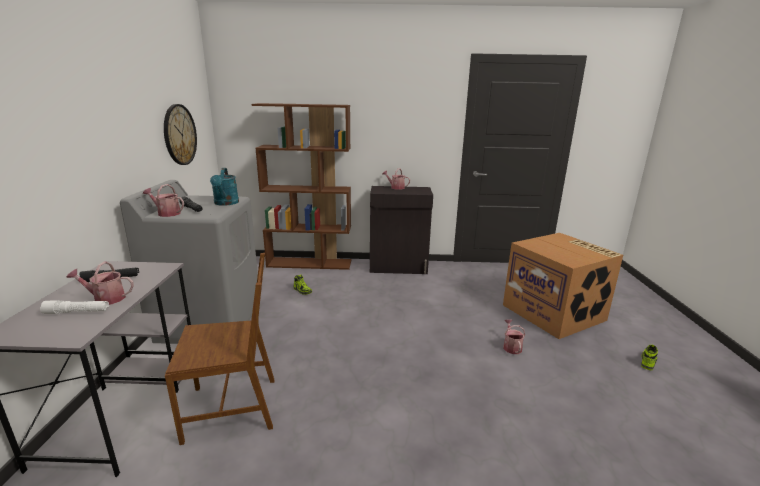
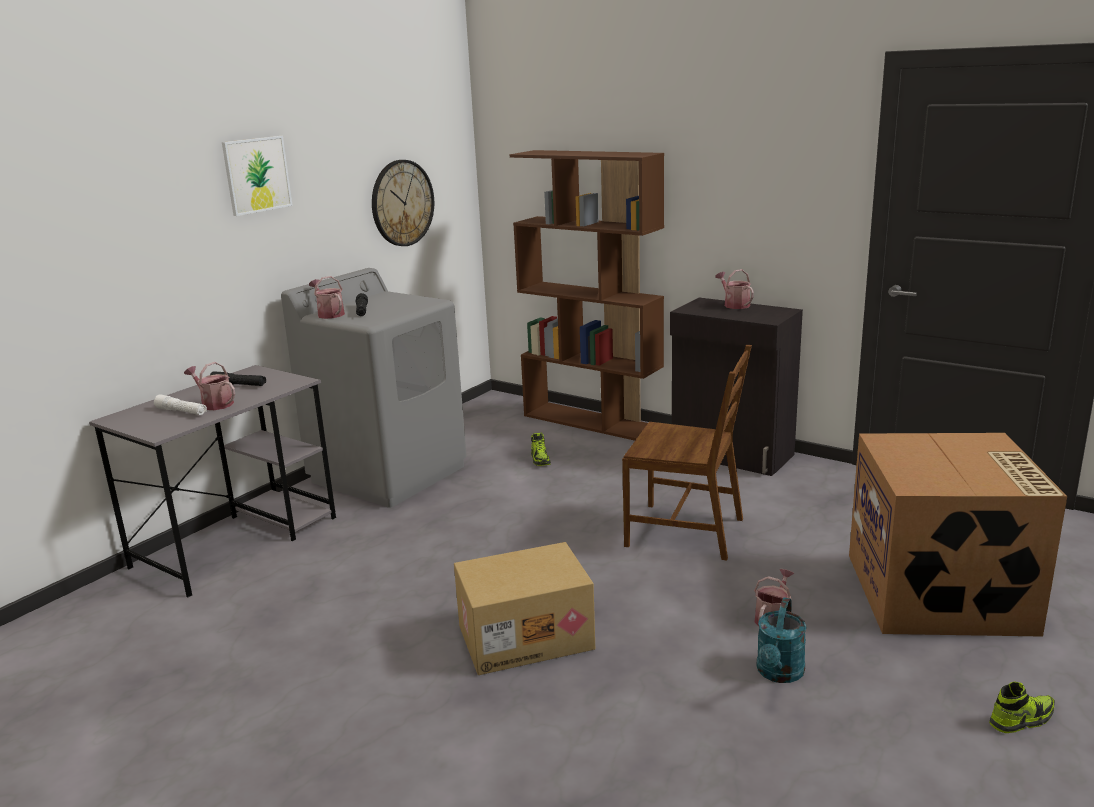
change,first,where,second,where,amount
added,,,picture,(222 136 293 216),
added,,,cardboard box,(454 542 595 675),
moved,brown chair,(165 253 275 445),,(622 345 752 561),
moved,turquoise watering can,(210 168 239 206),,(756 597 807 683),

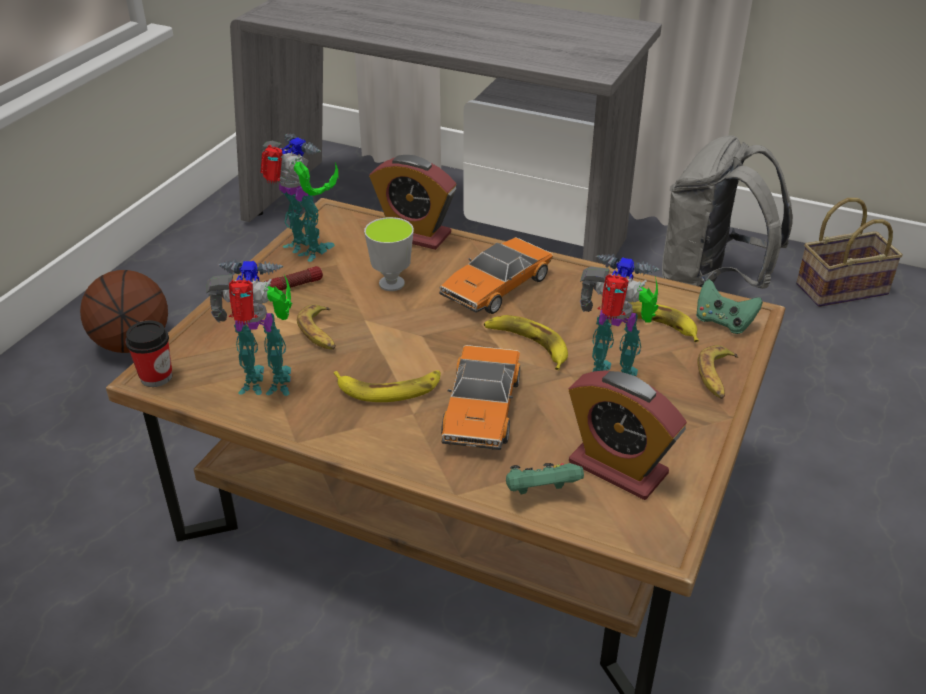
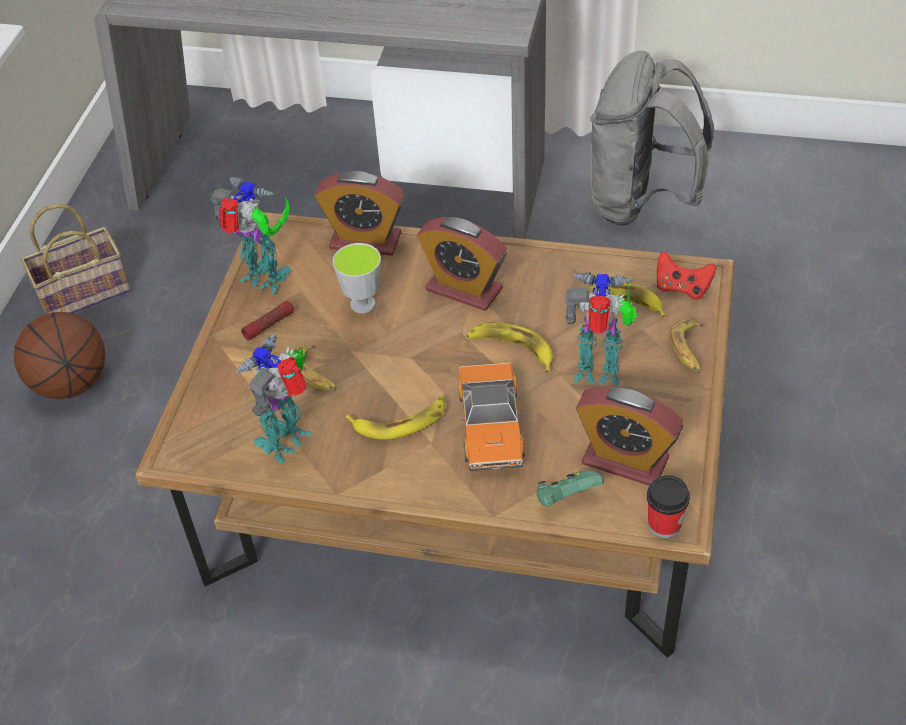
change,first,where,second,where,amount
moved,cup,(125 320 172 387),,(647 475 690 538),
moved,basket,(796 198 903 307),,(21 204 131 314),
replaced,toy car,(439 237 553 314),alarm clock,(417 217 507 311),
recoloured,green game controller,(696 279 763 334),red game controller,(656 251 716 300),
turned,toy robot,(206 259 292 396),,(236 334 312 464),45 degrees counterclockwise

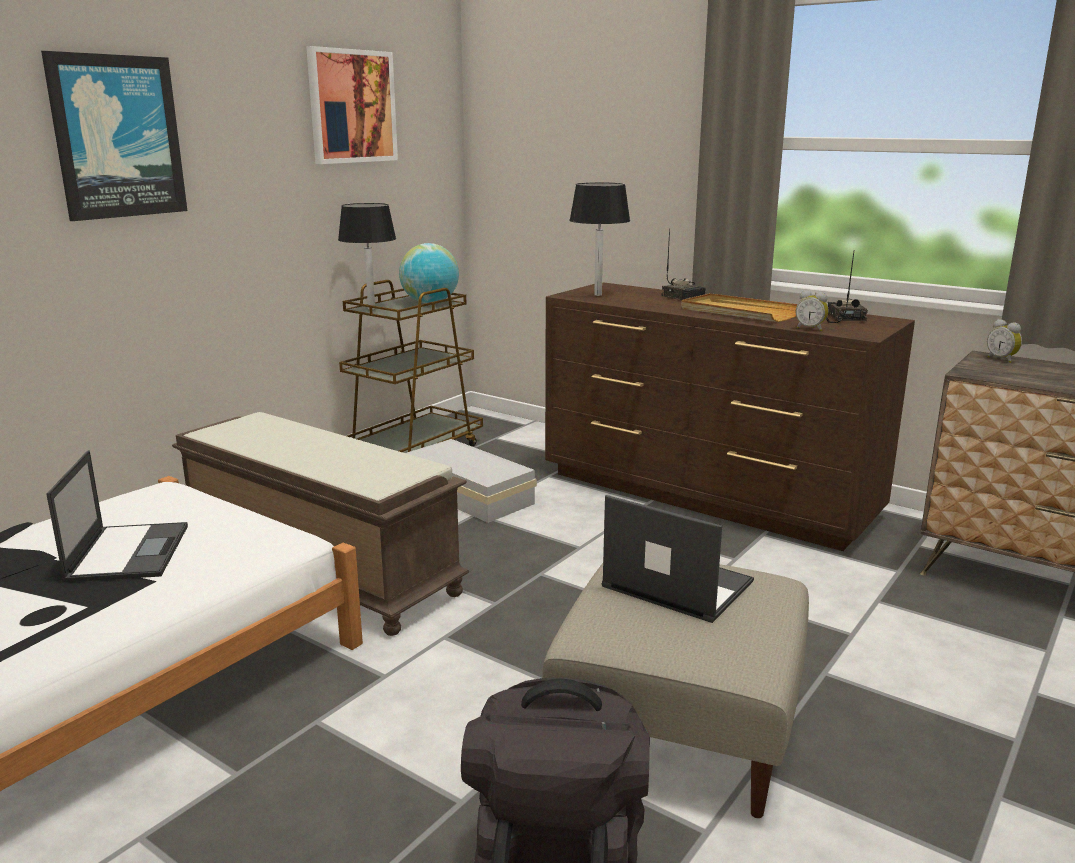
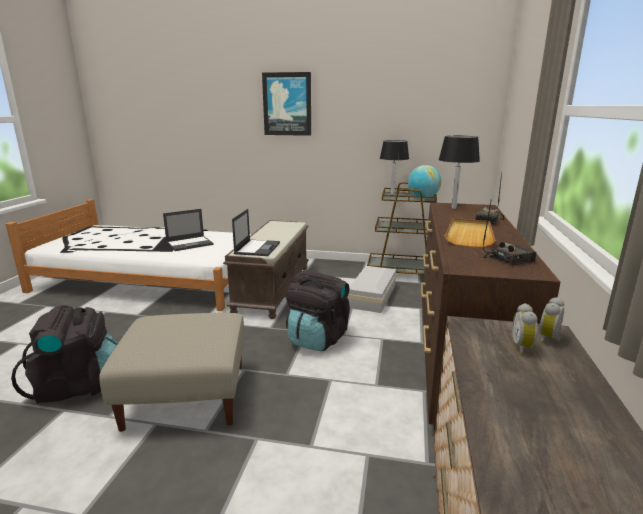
change,first,where,second,where,amount
removed,picture,(306 46 398 164),,,
added,,,black backpack,(286 270 350 351),
moved,laptop,(602 495 754 623),,(232 209 280 256),
moved,alarm clock,(796 290 829 332),,(512 303 538 355),

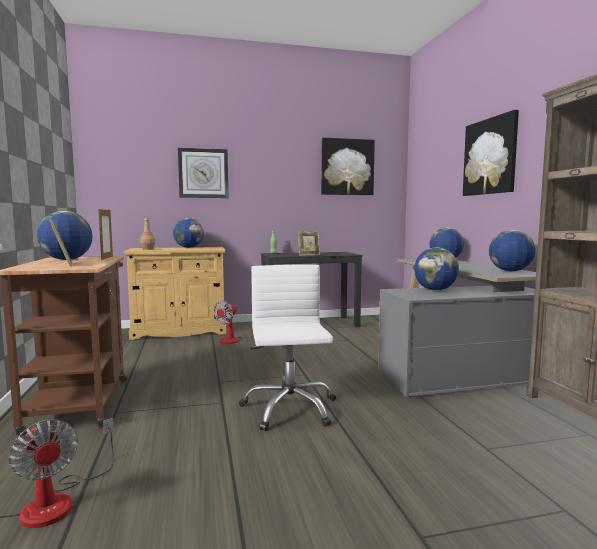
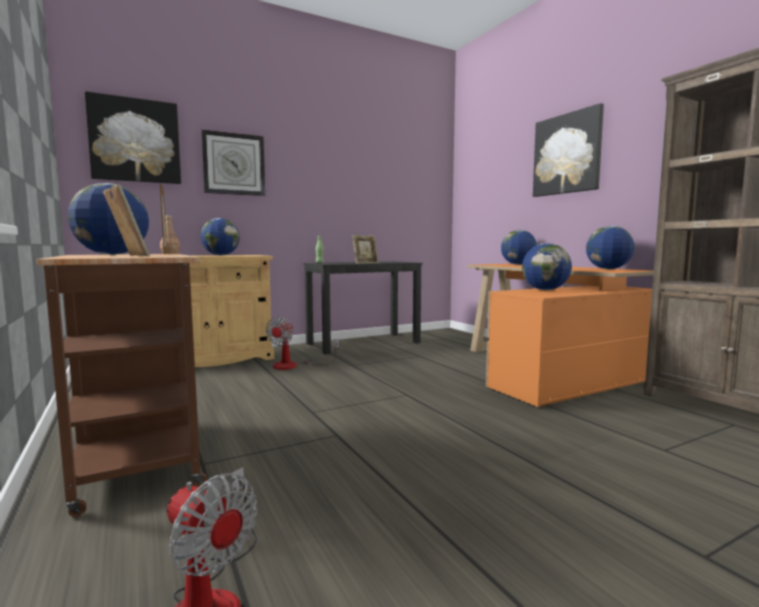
change,first,where,second,where,amount
removed,white office chair,(239 265 336 431),,,
moved,picture,(321 138 375 195),,(85 91 181 184),
recoloured,grey desk,(378 258 536 397),orange desk,(467 264 654 407),

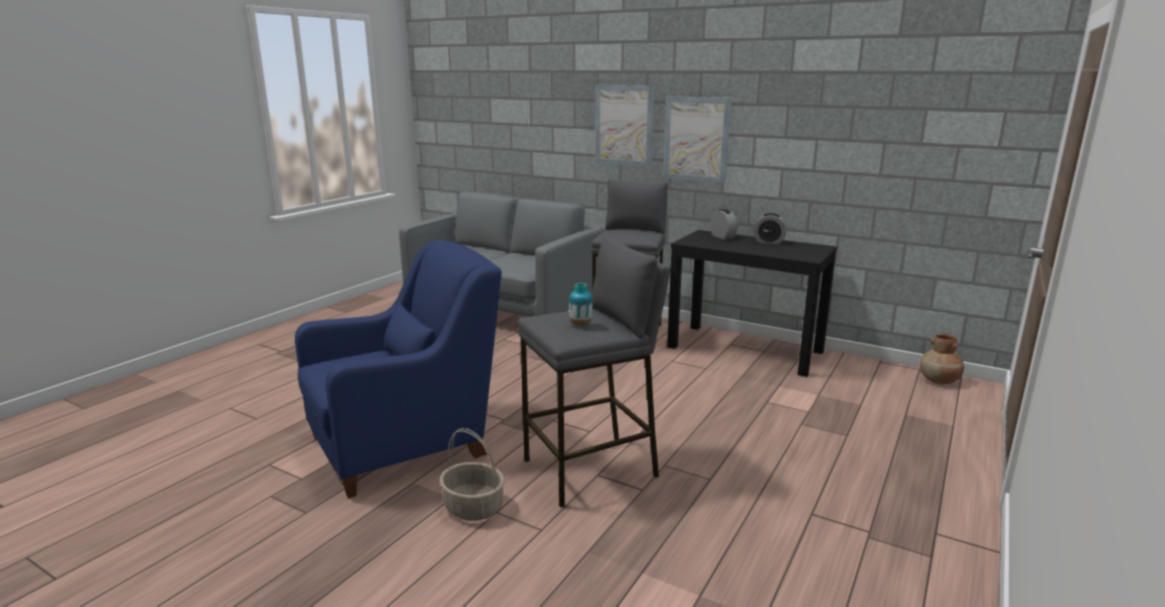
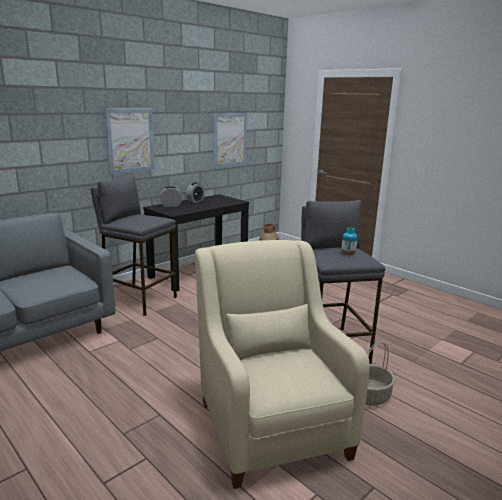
change,first,where,second,where,amount
moved,picture,(595 85 654 167),,(213 113 247 168),
recoloured,blue armchair,(295 240 502 498),beige armchair,(195 240 370 489),

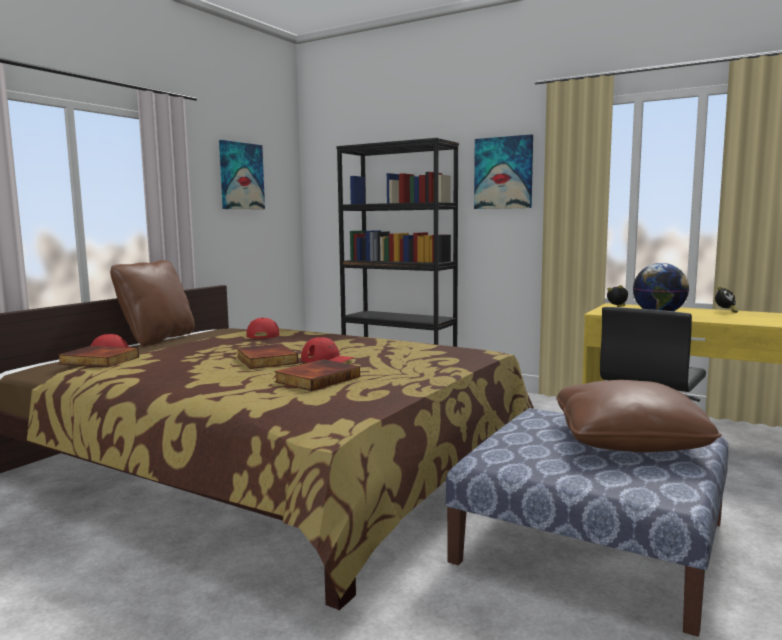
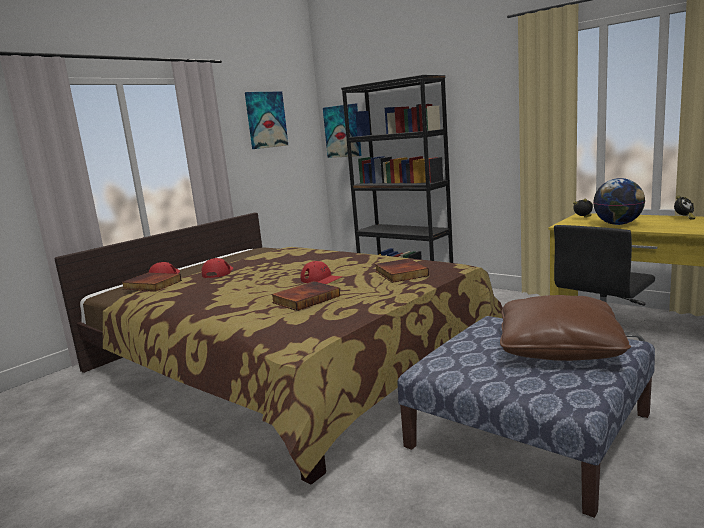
change,first,where,second,where,amount
removed,brown pillow,(110 260 195 347),,,
moved,book,(237 344 298 369),,(375 258 429 283),
moved,red cap,(247 318 279 339),,(202 258 233 278),
moved,picture,(474 134 533 209),,(323 103 362 158),

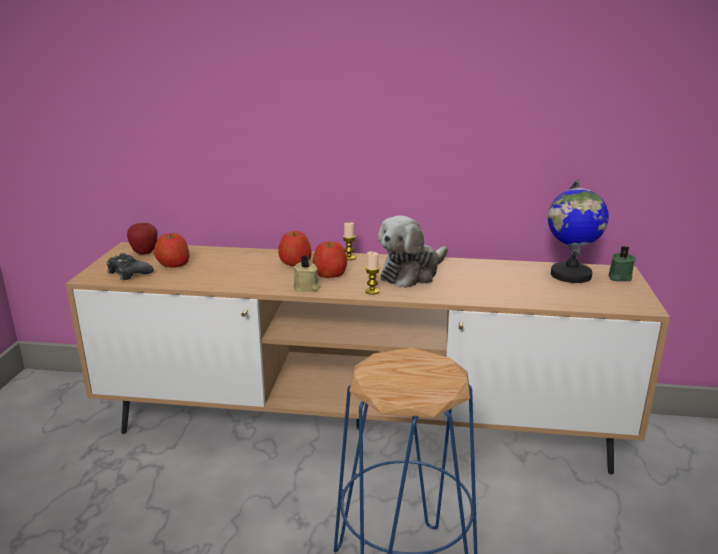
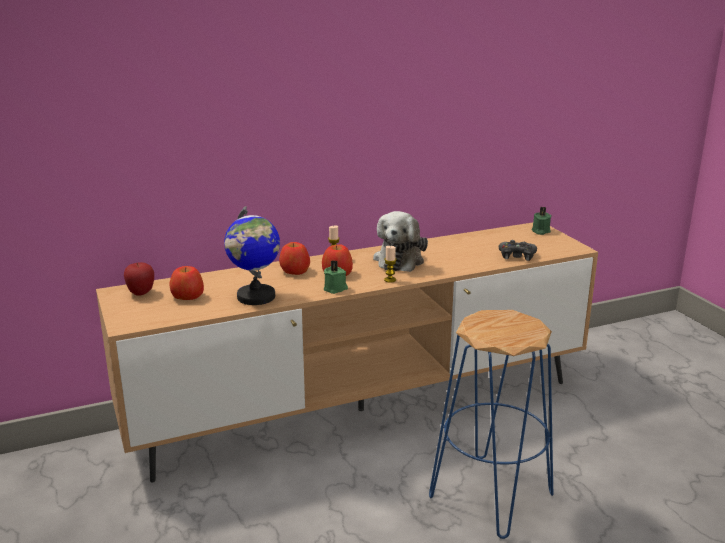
change,first,where,second,where,amount
moved,black game controller,(107 253 154 280),,(499 240 537 261),
moved,globe,(548 178 609 283),,(224 206 280 305),
recoloured,beige candle,(293 256 320 292),green candle,(324 260 348 294),

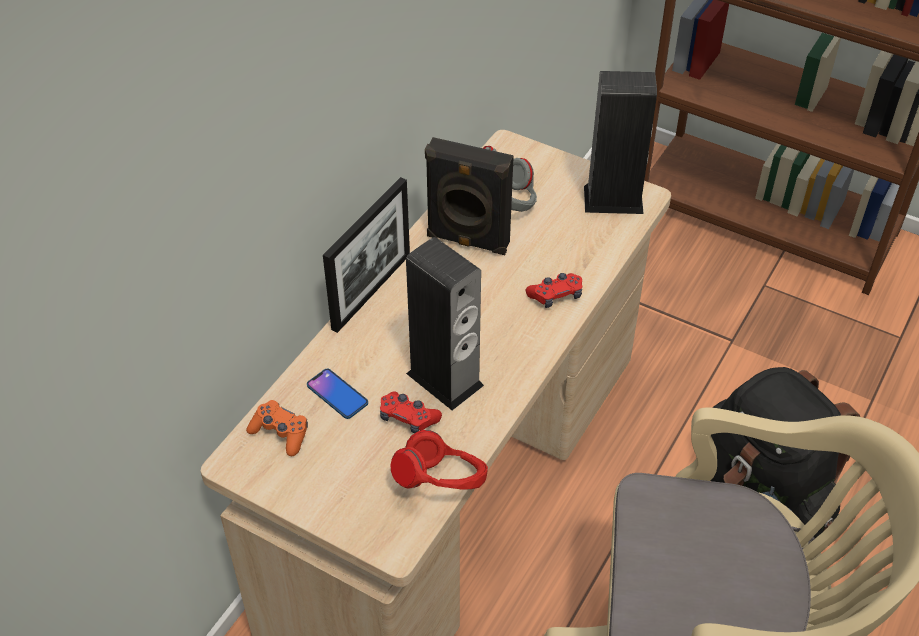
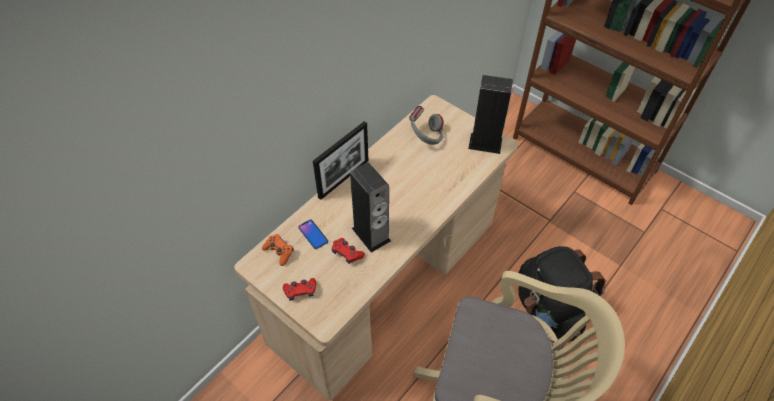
change,first,where,second,where,amount
removed,red headphones,(390 430 488 490),,,
removed,black speaker,(425 137 514 255),,,
moved,red game controller,(526 273 582 308),,(283 278 316 301),

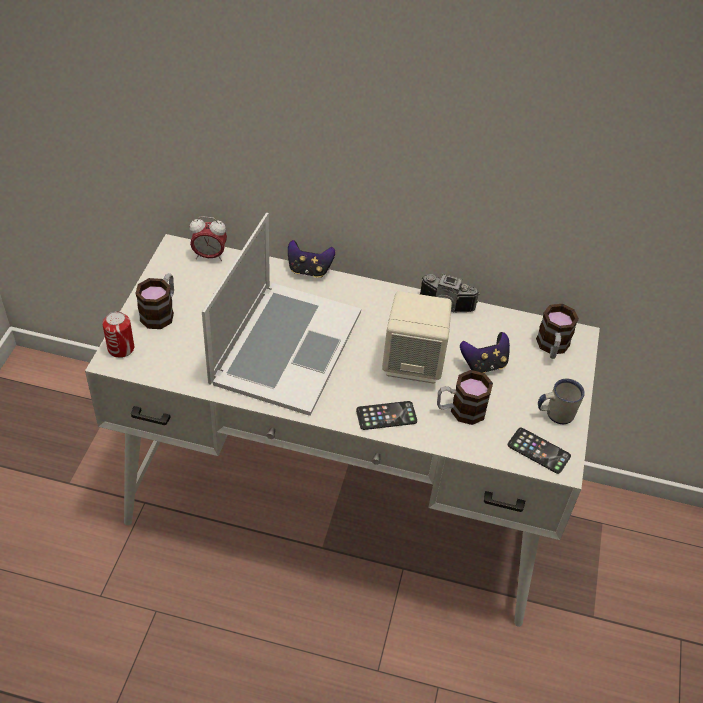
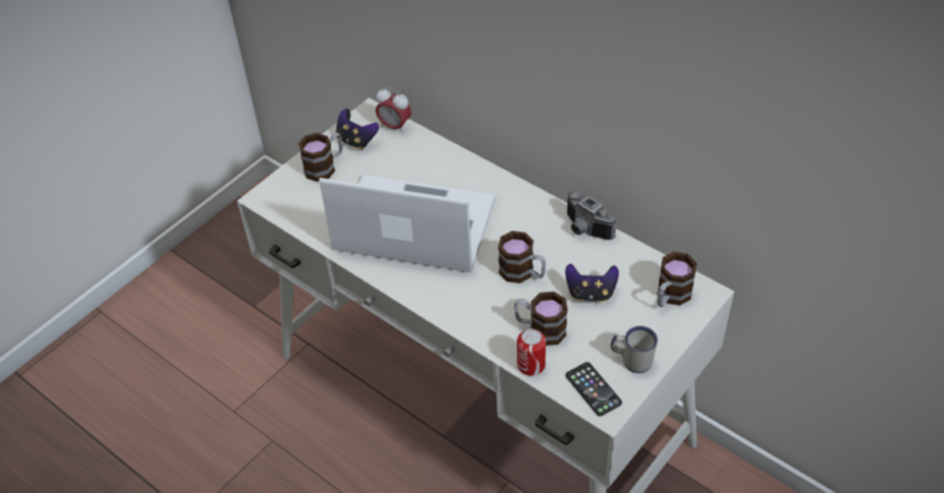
change,first,where,second,where,amount
removed,phone,(356 401 417 430),,,
moved,can,(102 311 134 358),,(517 329 546 376),
moved,game controller,(288 240 335 278),,(336 109 379 150),
replaced,beige speaker,(382 291 452 384),mug,(498 231 546 283),
turned,laptop,(202 213 361 416),,(319 175 495 273),120 degrees counterclockwise

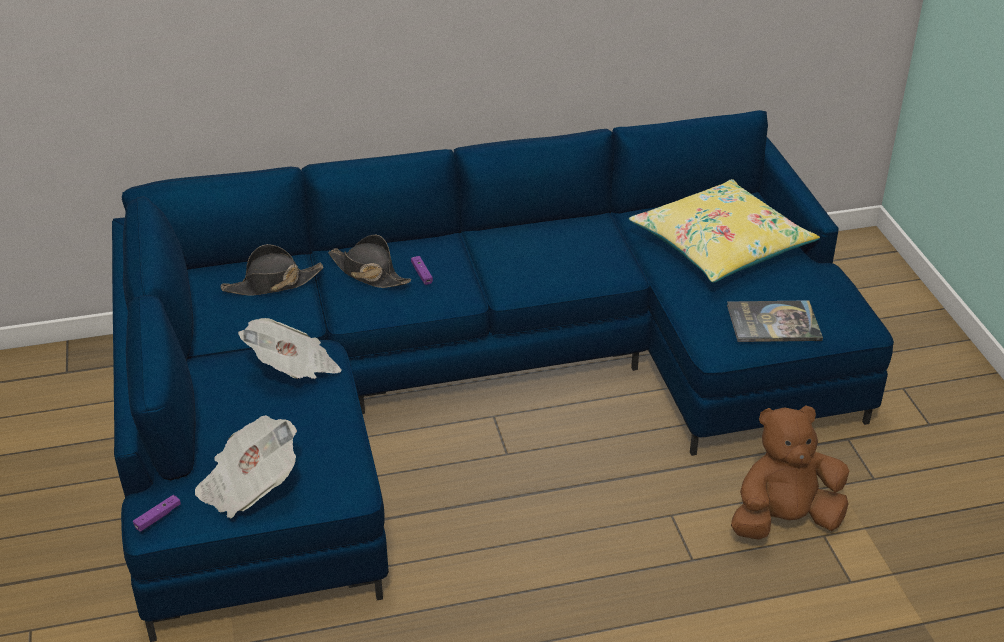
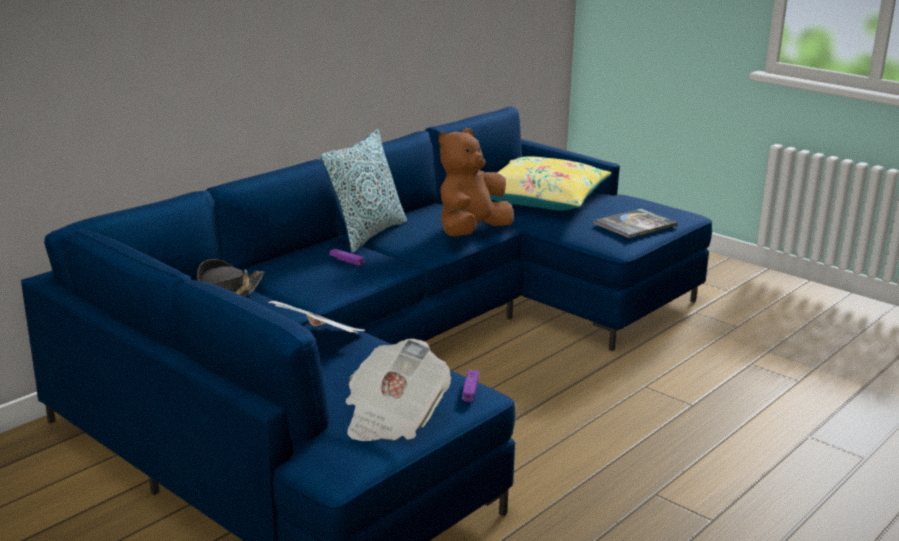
change,first,where,second,where,amount
removed,black hat,(328 235 411 288),,,
added,,,pillow,(321 129 407 253),
moved,purple game controller,(133 495 181 532),,(462 370 479 402),
moved,brown plush toy,(731 405 849 540),,(439 128 514 237),

